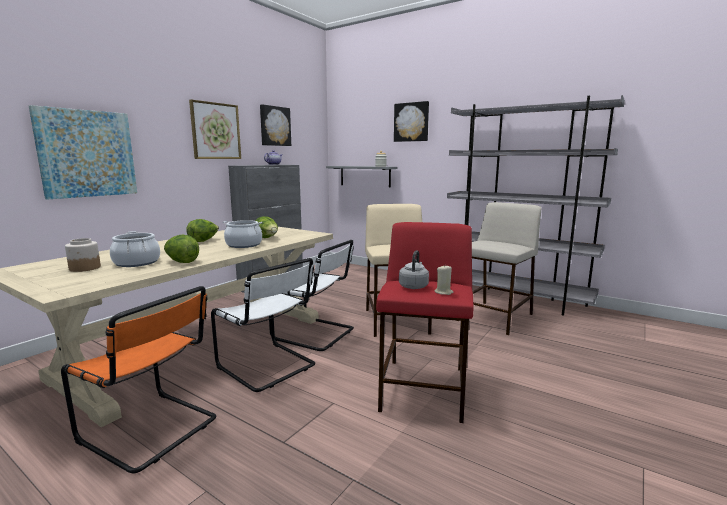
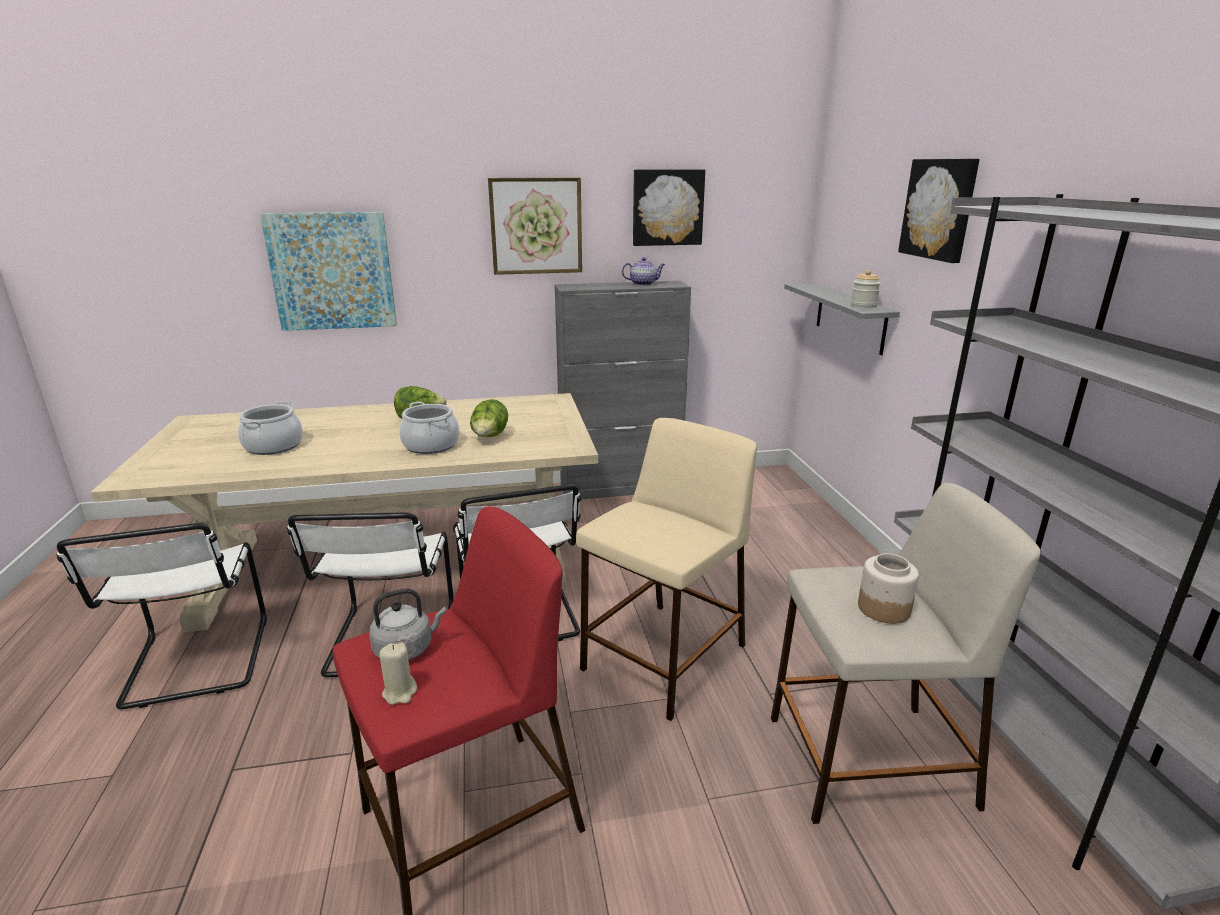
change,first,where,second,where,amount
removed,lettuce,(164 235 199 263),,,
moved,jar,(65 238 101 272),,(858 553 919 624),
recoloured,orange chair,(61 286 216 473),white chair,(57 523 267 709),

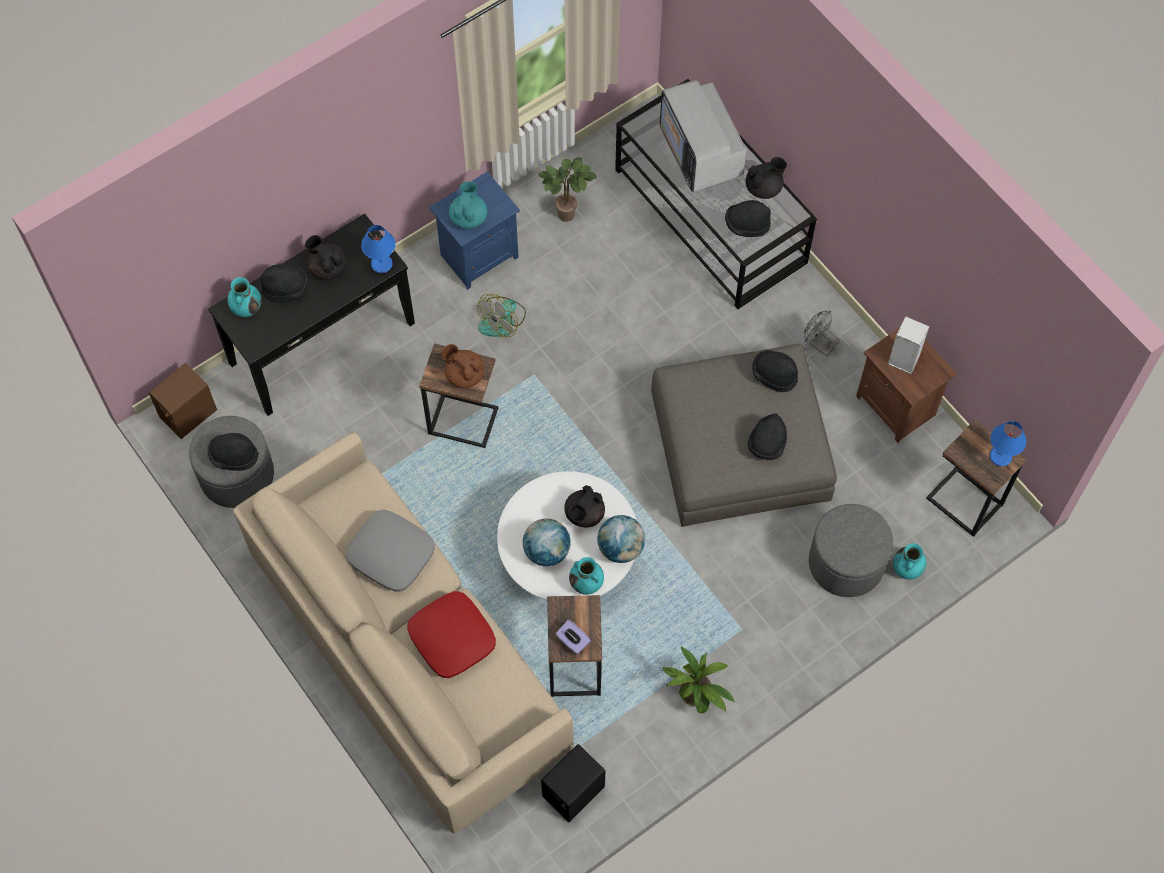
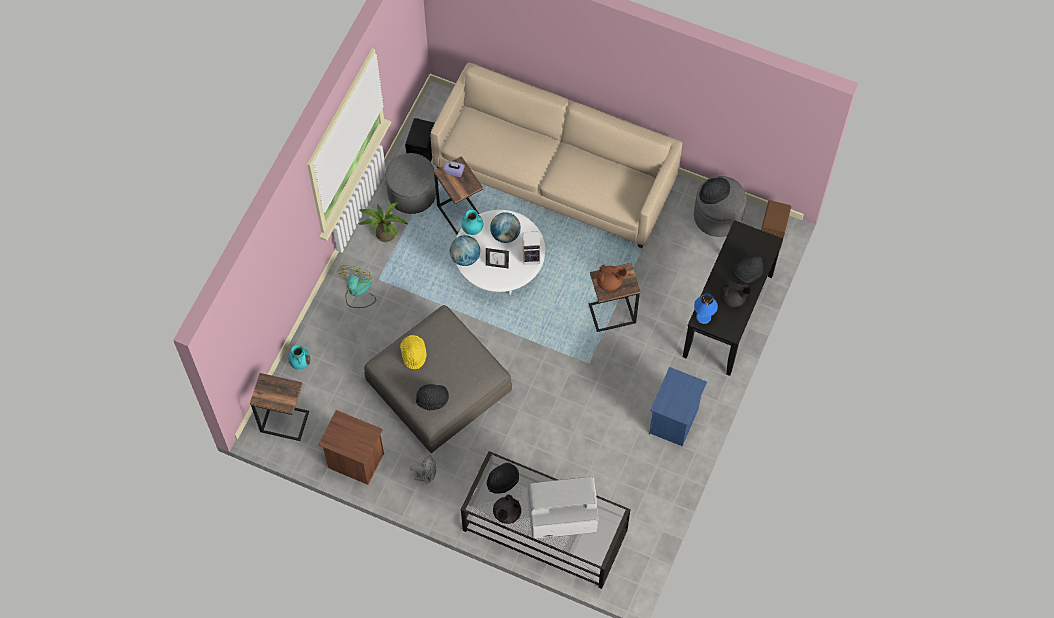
change,first,where,second,where,amount
removed,turquoise vase,(227 277 261 317),,,
removed,grey pillow,(346 510 435 591),,,
removed,red pillow,(408 591 496 678),,,
removed,turquoise teapot,(449 182 488 229),,,
removed,potted plant,(538 157 597 222),,,
removed,blue table lamp,(990 421 1026 467),,,
moved,fan,(477 294 526 337),,(338 265 376 308),
moved,grey ottoman,(809 504 893 597),,(385 153 436 214),
moved,speaker,(888 317 930 374),,(523 231 540 265),
replaced,black teapot,(564 485 605 527),picture frame,(486 248 509 269),
recoloured,black hat,(747 413 787 460),yellow hat,(400 335 427 369),
turned,television,(660 80 747 192),,(527 477 598 539),45 degrees counterclockwise

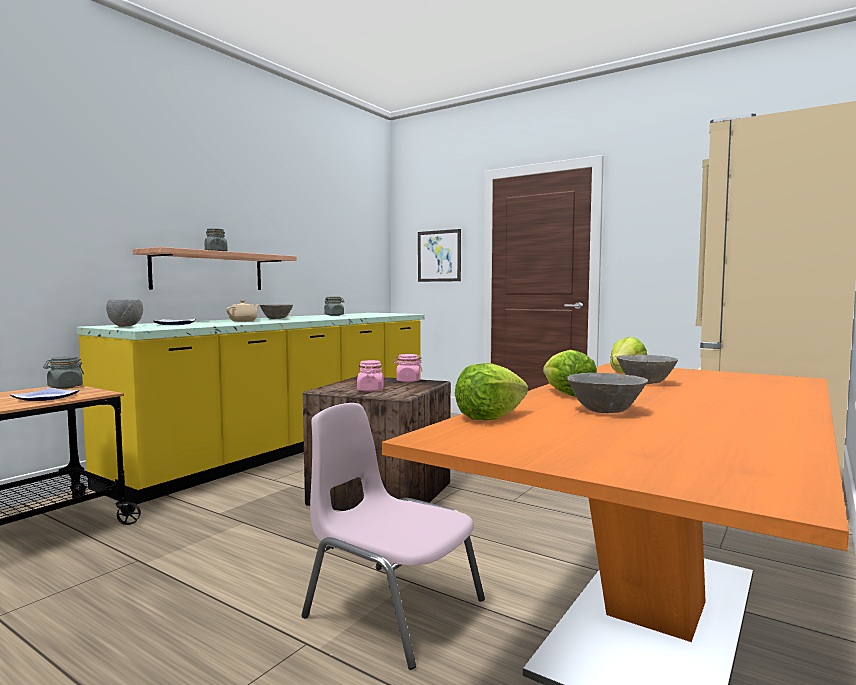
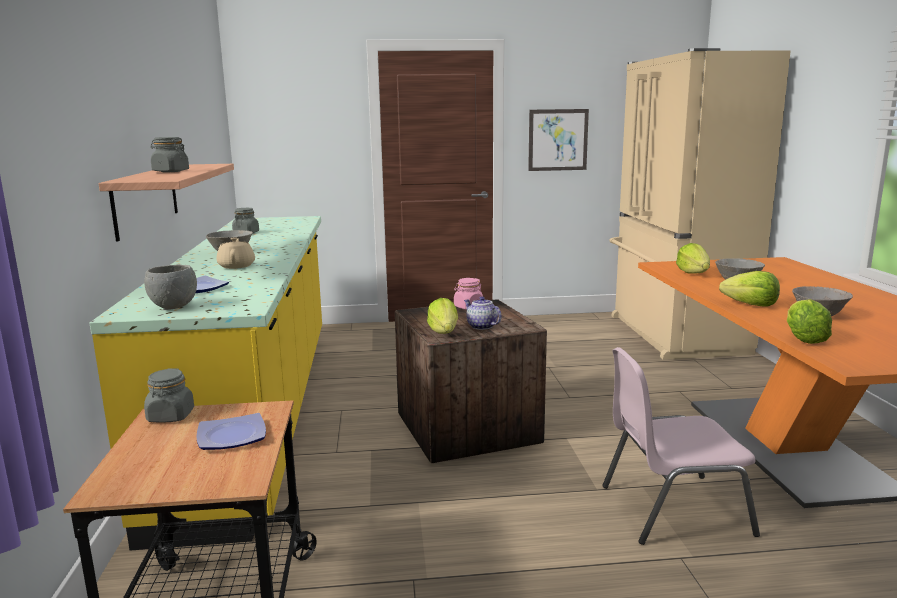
change,first,where,second,where,amount
added,,,lettuce,(427 298 458 334),
moved,picture,(418 229 461 282),,(528 109 589 171),
replaced,pink jar,(357 360 384 392),teapot,(464 296 502 330),

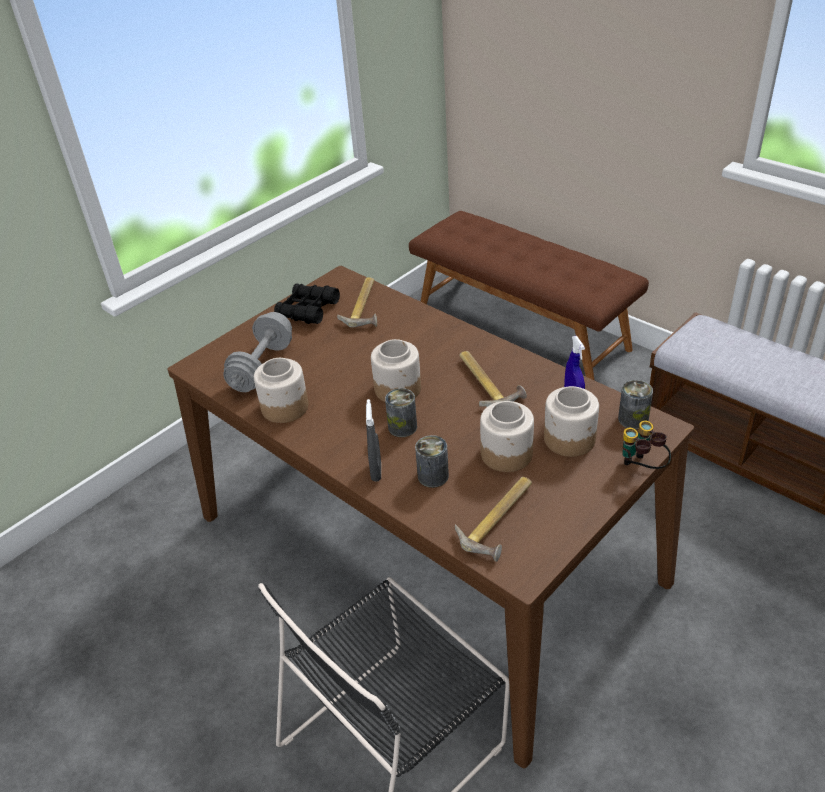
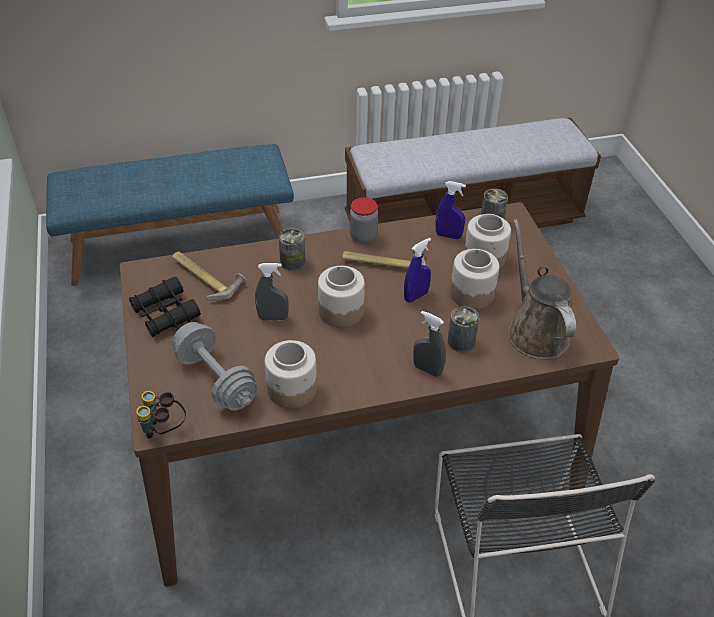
change,first,where,second,where,amount
added,,,grey spray bottle,(255 263 289 320),
added,,,jar,(350 198 378 243),
added,,,blue spray bottle,(404 238 431 302),
moved,can,(385 388 417 437),,(279 228 305 271),
moved,binoculars,(622 421 671 469),,(136 391 186 438),
replaced,hammer,(455 477 532 562),brown watering can,(508 219 576 360),
recoloured,brown bench,(409 211 649 381),blue bench,(46 144 294 286),

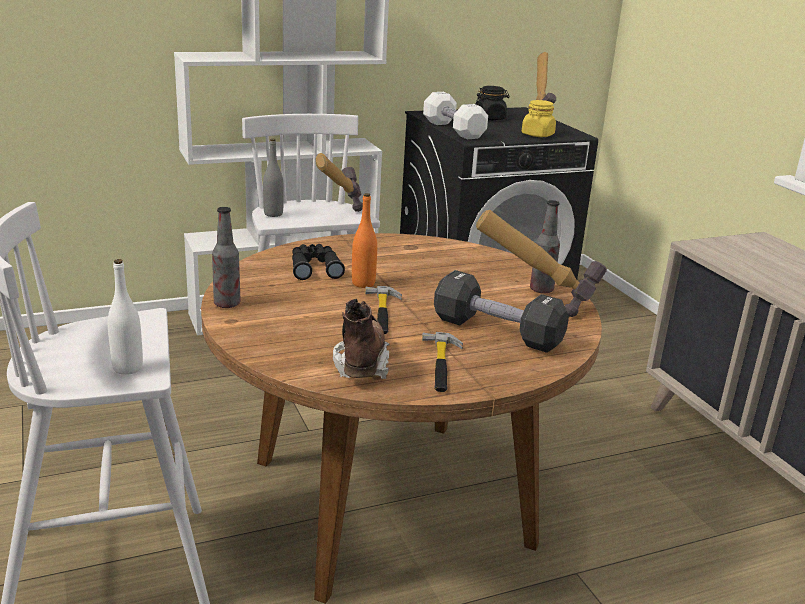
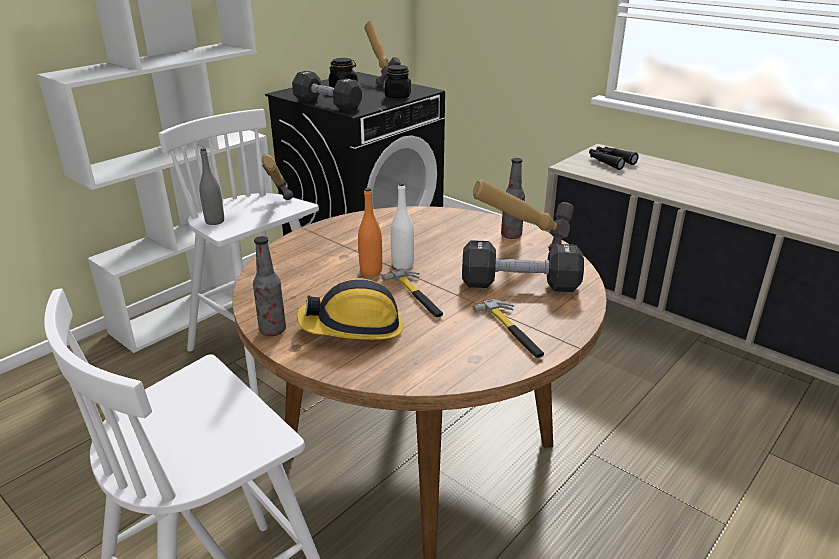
change,first,where,second,where,amount
removed,brown boot,(333 299 390 379),,,
added,,,hard hat,(297 278 403 340),
moved,white bottle,(108 259 143 375),,(391 182 414 269),
moved,black binoculars,(292 244 345 280),,(589 146 639 170),
recoloured,white dumbbell,(423 92 488 139),black dumbbell,(292 71 362 112),
recoloured,yellow jar,(522 100 556 137),black jar,(385 65 411 98),

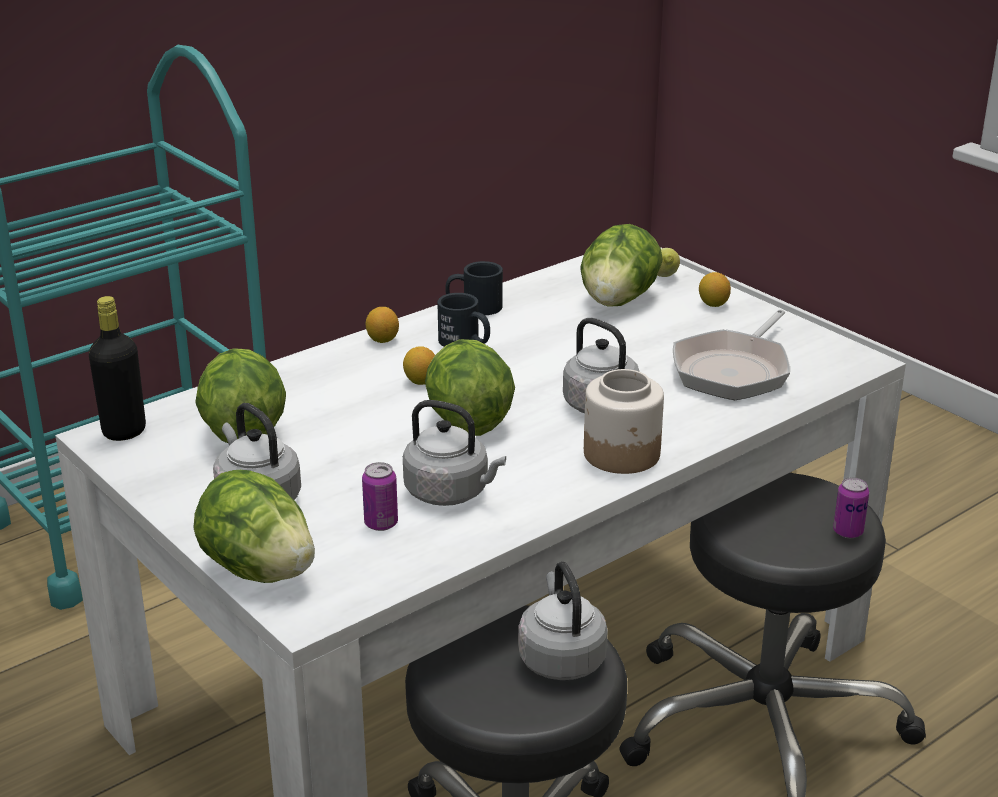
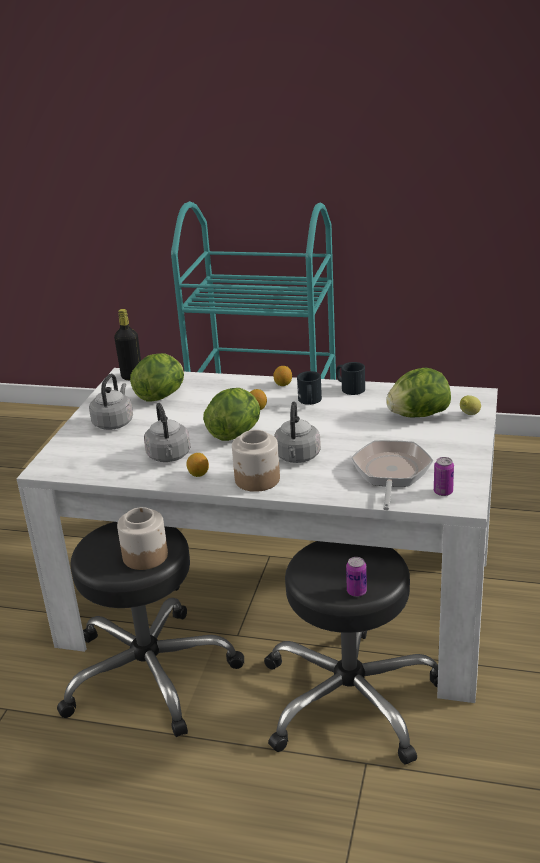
change,first,where,second,where,amount
removed,lettuce,(193 470 315 583),,,
moved,can,(362 462 398 531),,(434 457 454 496),
moved,lemon,(699 272 731 307),,(186 453 209 477),
replaced,grey kettle,(518 562 608 680),jar,(117 507 168 570),
turned,frying pan,(673 309 790 400),,(351 440 433 510),105 degrees clockwise

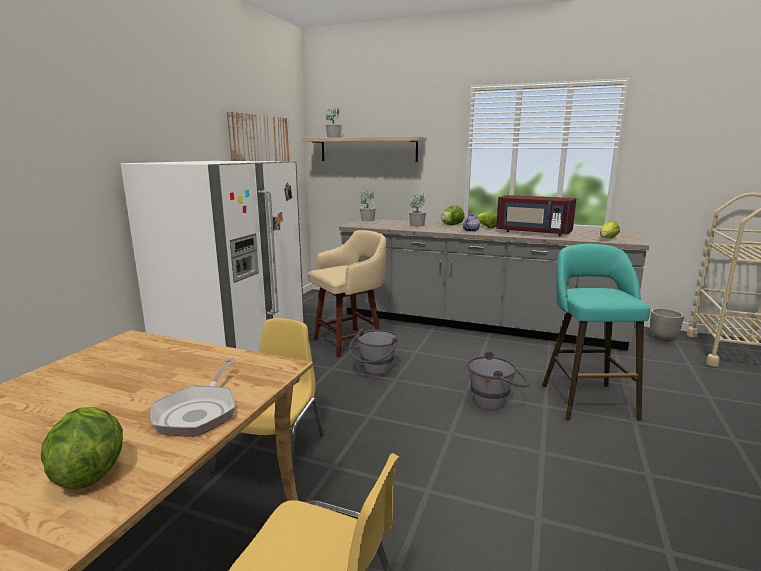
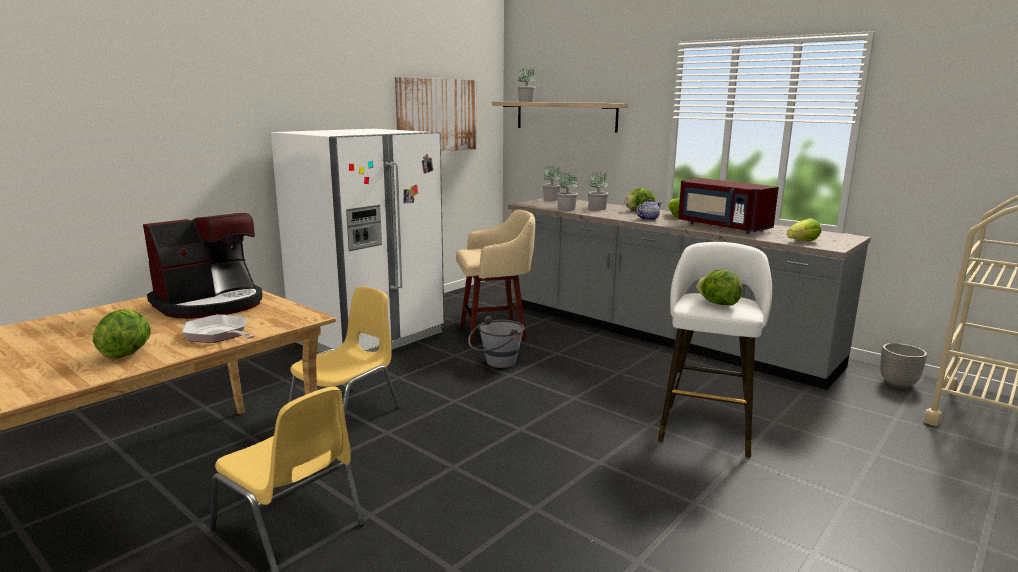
change,first,where,second,where,amount
removed,grey bucket,(467 351 529 410),,,
added,,,coffee machine,(143 213 263 319),
added,,,potted plant,(557 172 578 211),
added,,,lettuce,(696 269 742 305),
recoloured,turquoise stool,(542 244 650 421),white stool,(658 242 772 458),
turned,frying pan,(150 358 236 437),,(182 314 255 343),105 degrees clockwise

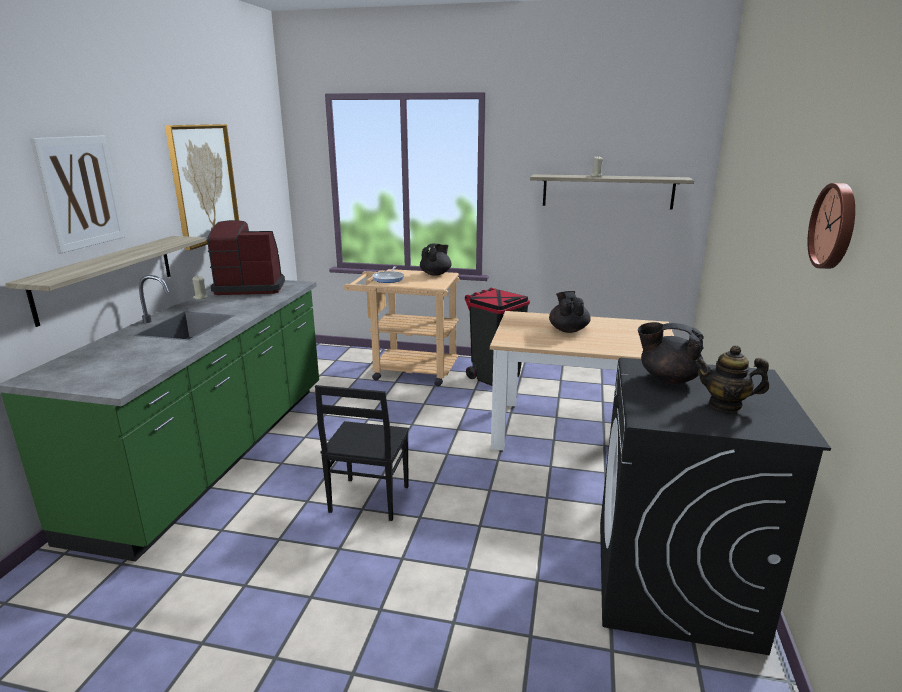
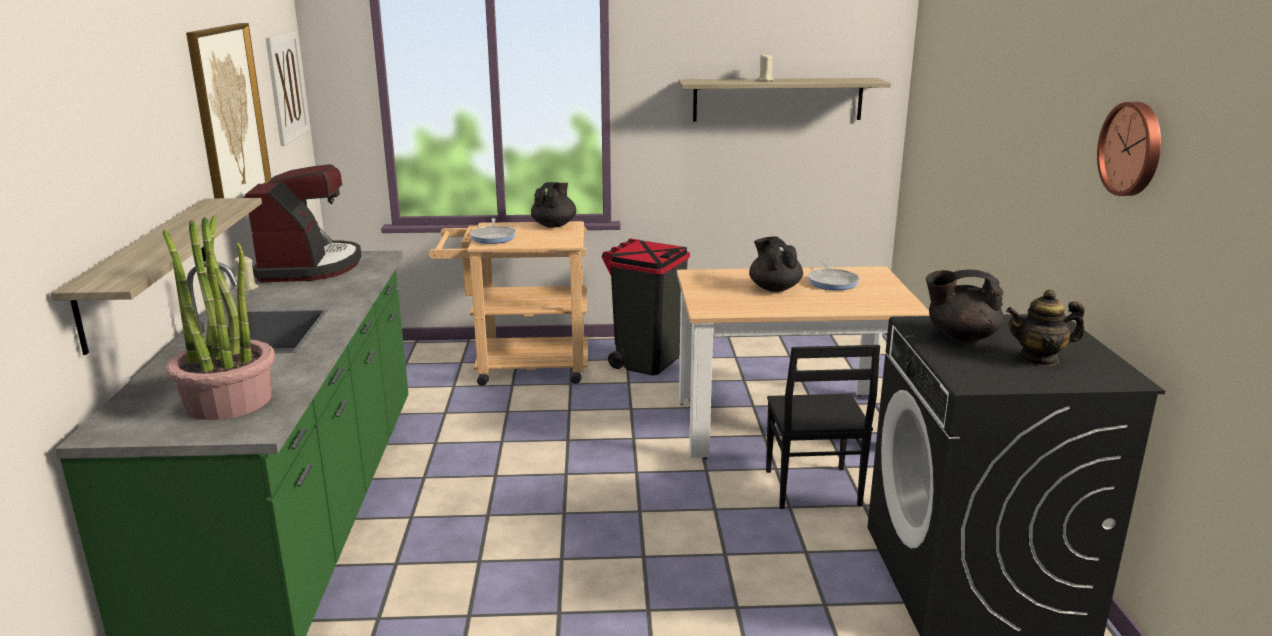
change,first,where,second,where,amount
added,,,potted plant,(162 216 275 420),
added,,,frying pan,(808 259 860 290),
moved,picture,(30 136 126 253),,(266 31 309 146),
moved,black chair,(315 385 409 521),,(766 345 880 509),
turned,coffee machine,(207 220 285 295),,(245 164 362 282),105 degrees clockwise

